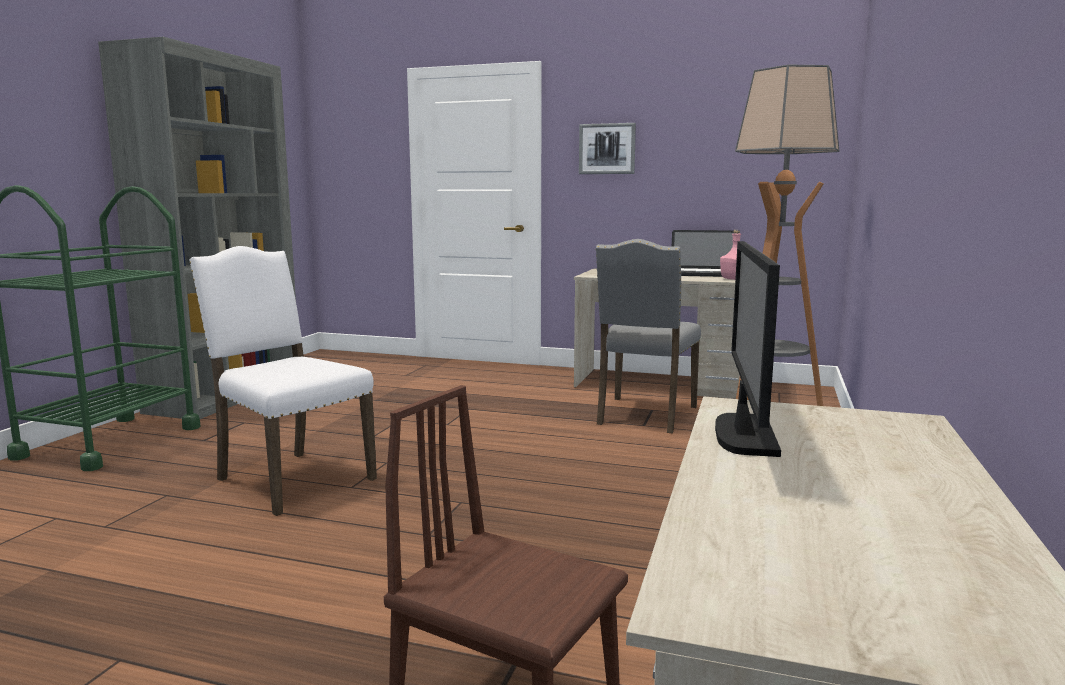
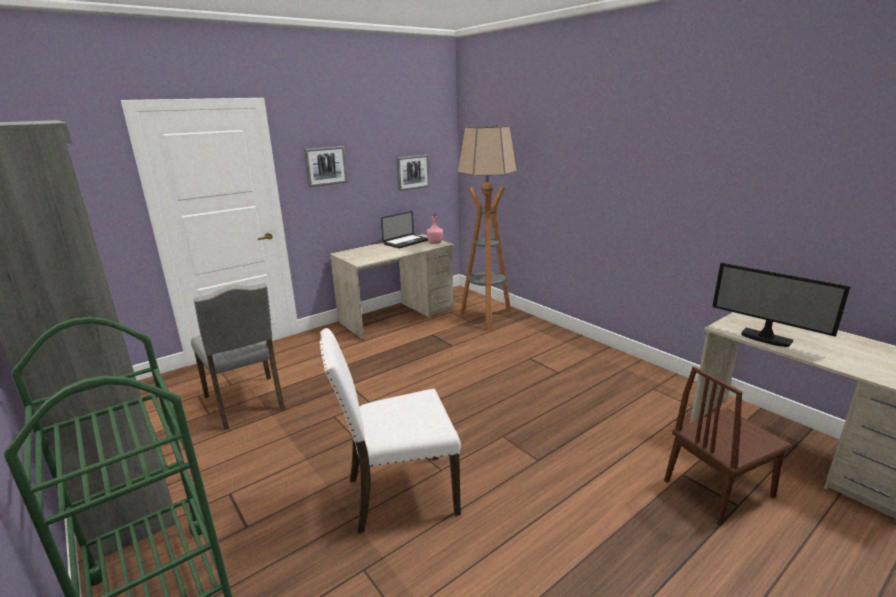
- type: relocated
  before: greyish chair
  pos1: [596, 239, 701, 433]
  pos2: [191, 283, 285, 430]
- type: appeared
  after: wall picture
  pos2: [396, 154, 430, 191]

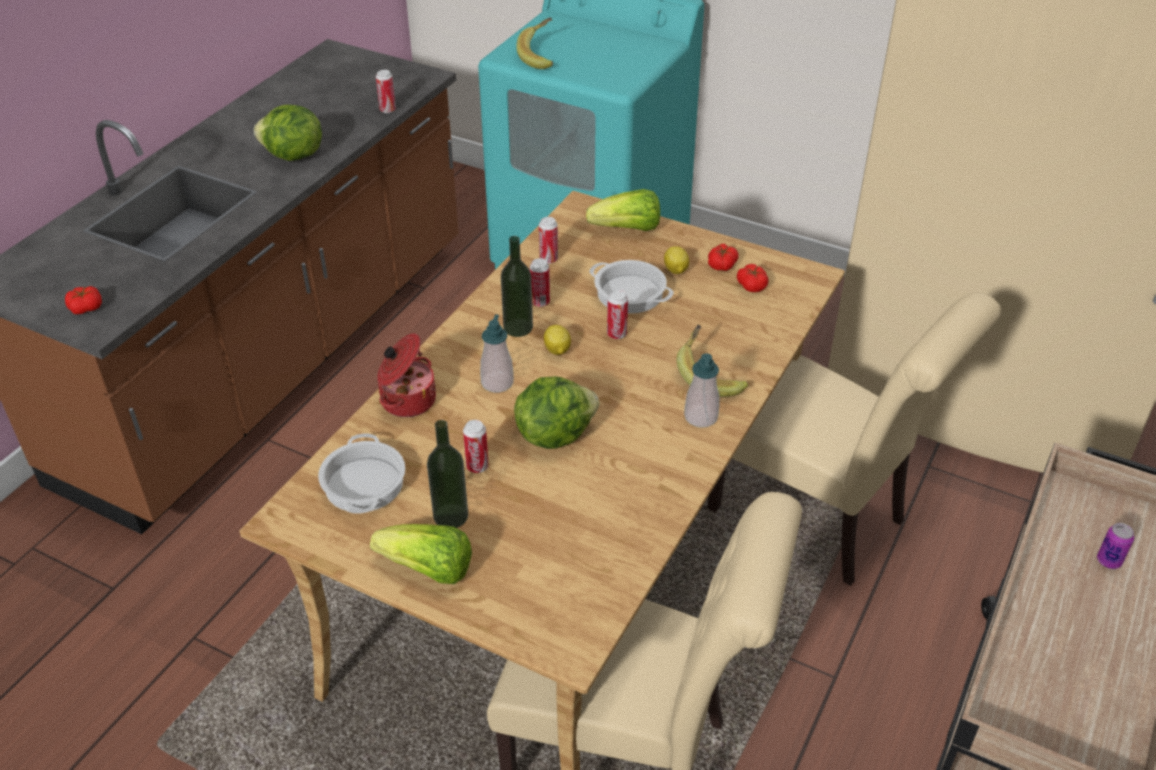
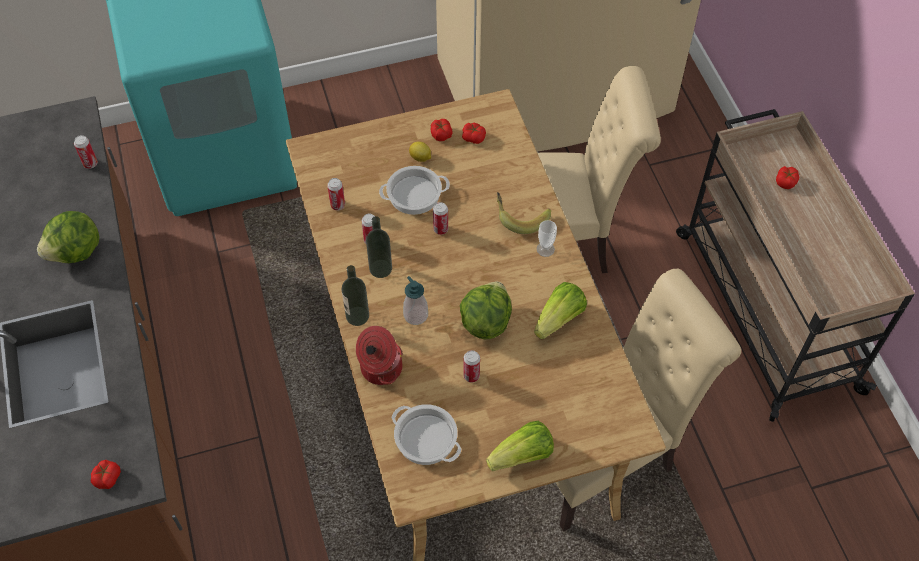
- type: relocated
  before: bottle
  pos1: [427, 420, 468, 528]
  pos2: [341, 265, 369, 326]
- type: missing
  before: whole banana
  pos1: [516, 17, 553, 69]
- type: missing
  before: whole lemon
  pos1: [544, 325, 571, 355]
- type: relocated
  before: lettuce
  pos1: [586, 189, 660, 231]
  pos2: [534, 282, 587, 339]
- type: exchanged
  before: soap bottle
  after: cup
  pos1: [684, 353, 720, 428]
  pos2: [537, 220, 557, 257]
- type: exchanged
  before: can
  after: whole tomato
  pos1: [1097, 523, 1134, 569]
  pos2: [776, 166, 799, 189]

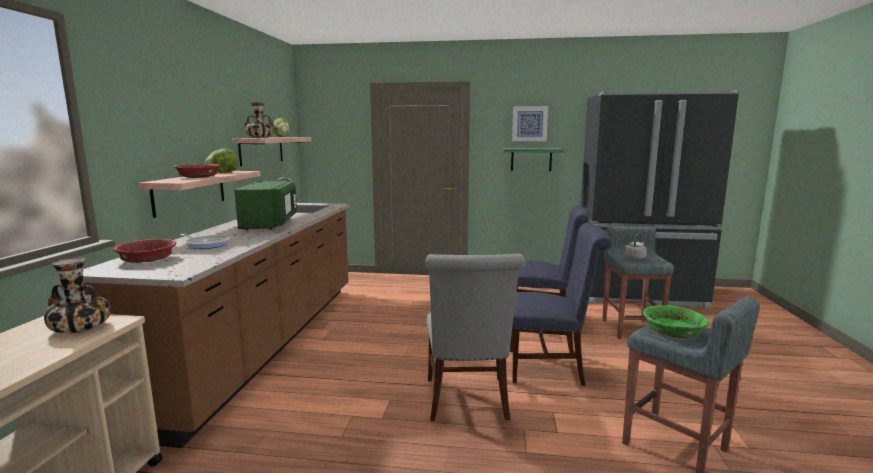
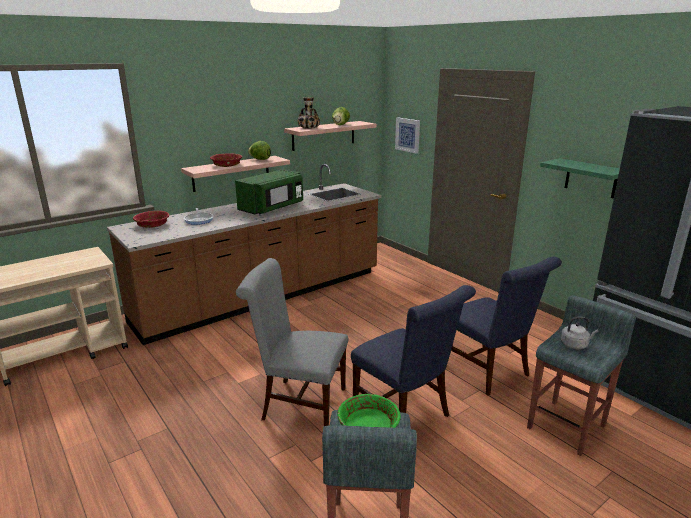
- type: missing
  before: vase
  pos1: [44, 258, 111, 333]
- type: spun
  before: greyish chair
  pos1: [425, 254, 526, 421]
  pos2: [236, 258, 348, 426]
  turn: 60
- type: relocated
  before: wall picture
  pos1: [512, 106, 548, 141]
  pos2: [395, 117, 420, 154]

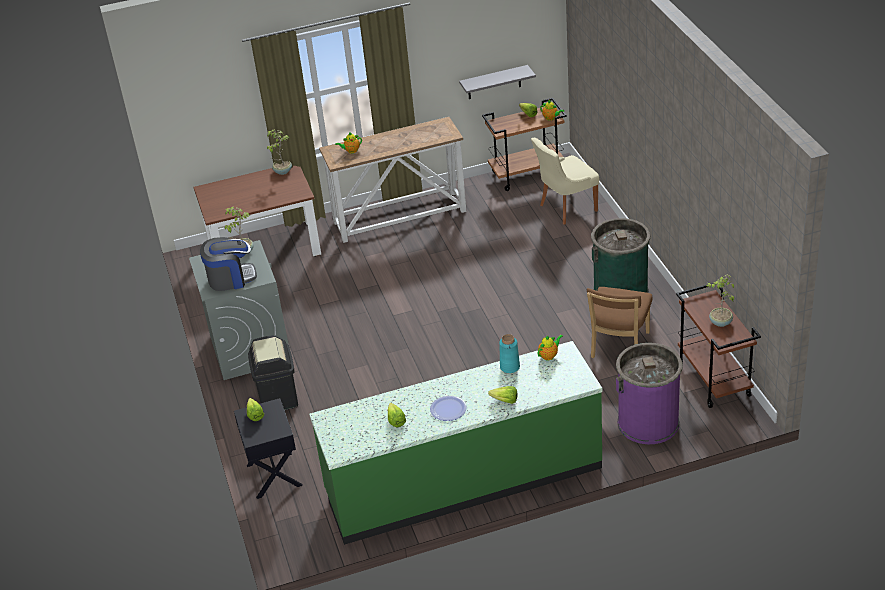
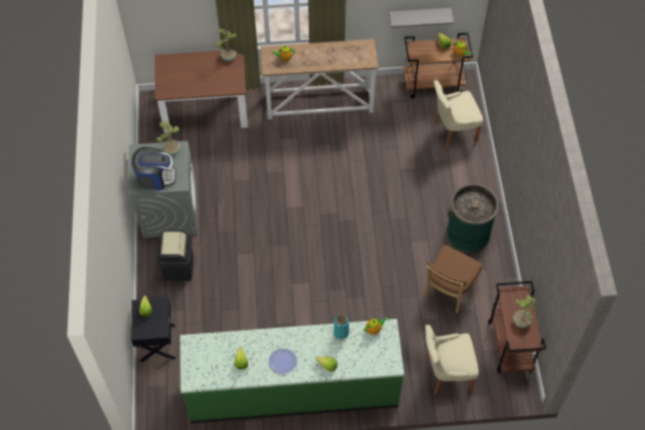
- type: exchanged
  before: purple-coloured rubbish bin
  after: beige-coloured chair
  pos1: [616, 343, 683, 444]
  pos2: [425, 325, 479, 395]

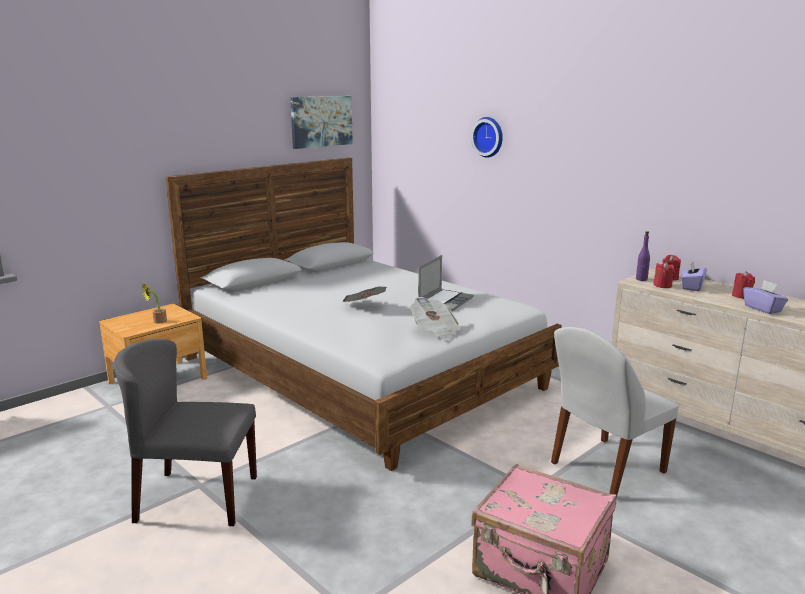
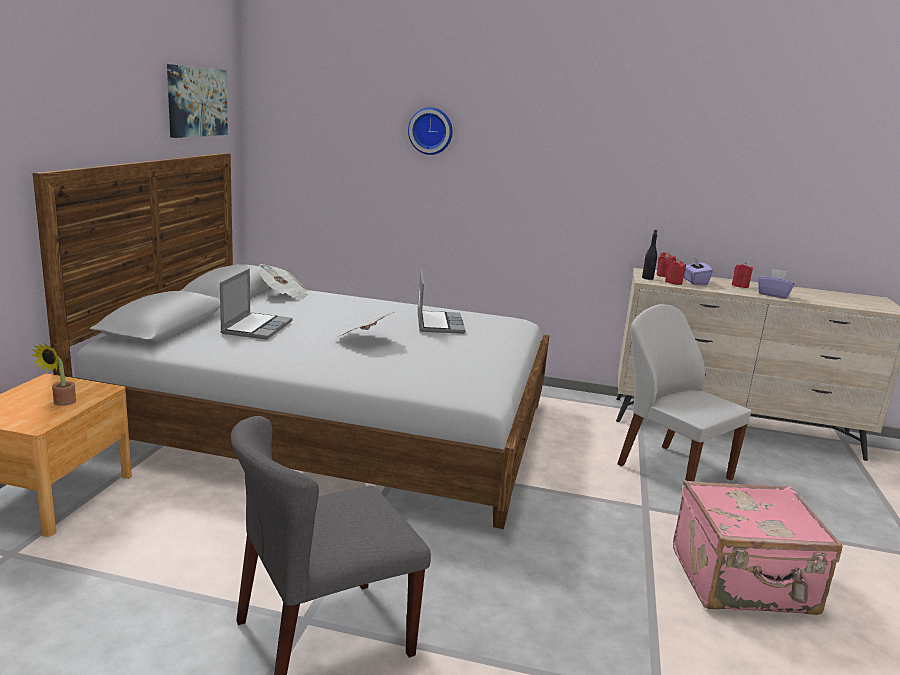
- type: relocated
  before: daily paper
  pos1: [410, 297, 461, 340]
  pos2: [258, 264, 307, 301]
- type: spun
  before: white chair
  pos1: [551, 327, 679, 498]
  pos2: [617, 304, 752, 481]
  turn: 120
- type: colour
  before: purple-coloured bottle
  after: black bottle
  pos1: [636, 231, 650, 281]
  pos2: [642, 230, 657, 280]
- type: appeared
  after: notebook computer
  pos2: [220, 268, 293, 340]

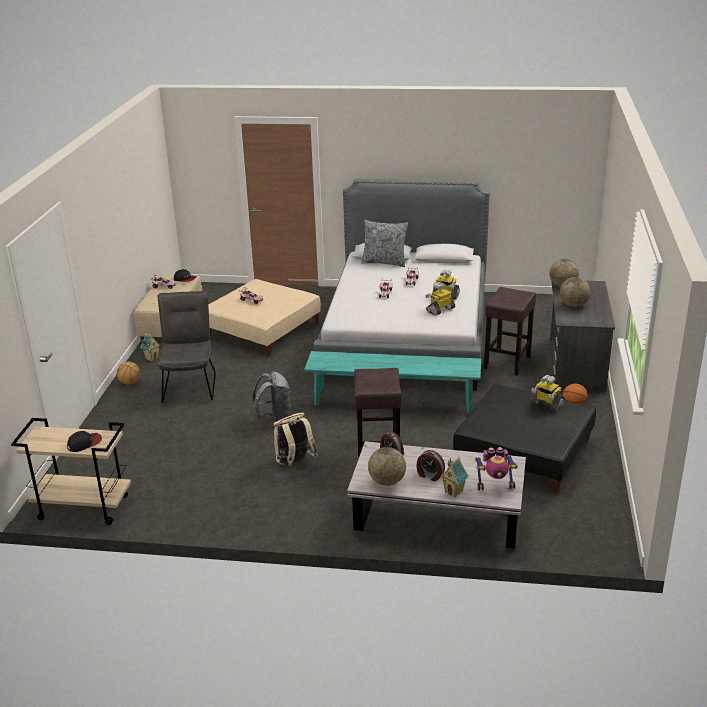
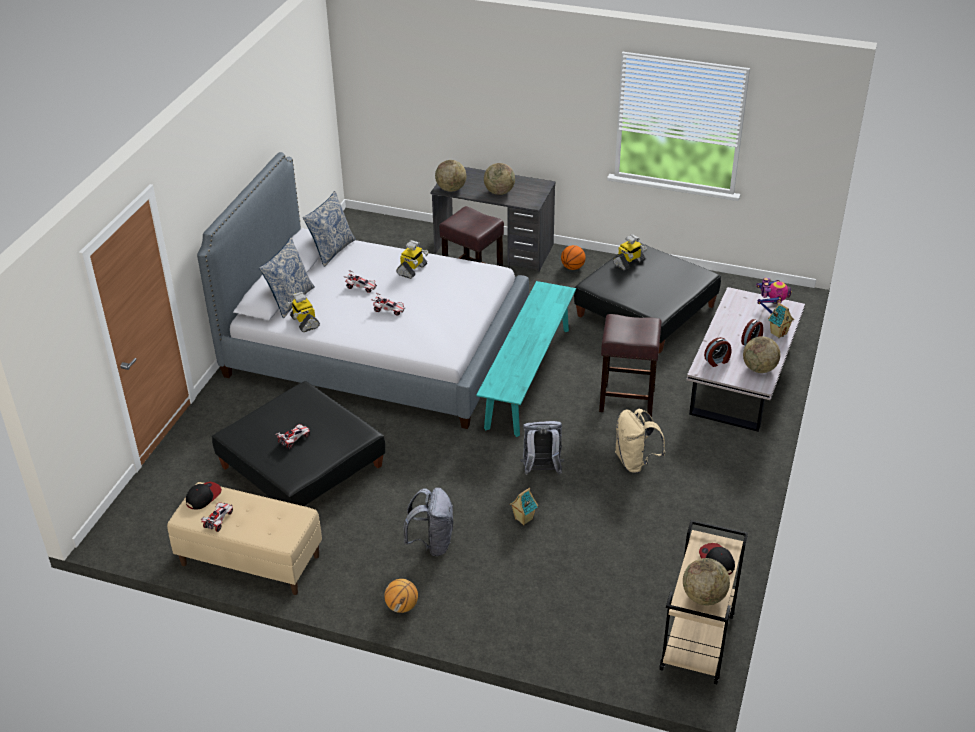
- type: relocated
  before: miniature house
  pos1: [141, 333, 161, 362]
  pos2: [510, 488, 538, 525]
- type: exchanged
  before: greyish chair
  after: greyish knapsack
  pos1: [157, 291, 216, 403]
  pos2: [404, 488, 453, 556]
- type: colour
  before: beige-coloured ottoman
  after: black ottoman
  pos1: [208, 279, 321, 356]
  pos2: [212, 381, 385, 506]
- type: relocated
  before: toy robot
  pos1: [426, 282, 455, 316]
  pos2: [286, 292, 320, 332]
- type: appeared
  after: pillow
  pos2: [303, 191, 356, 267]
- type: appeared
  after: globe
  pos2: [683, 558, 730, 605]

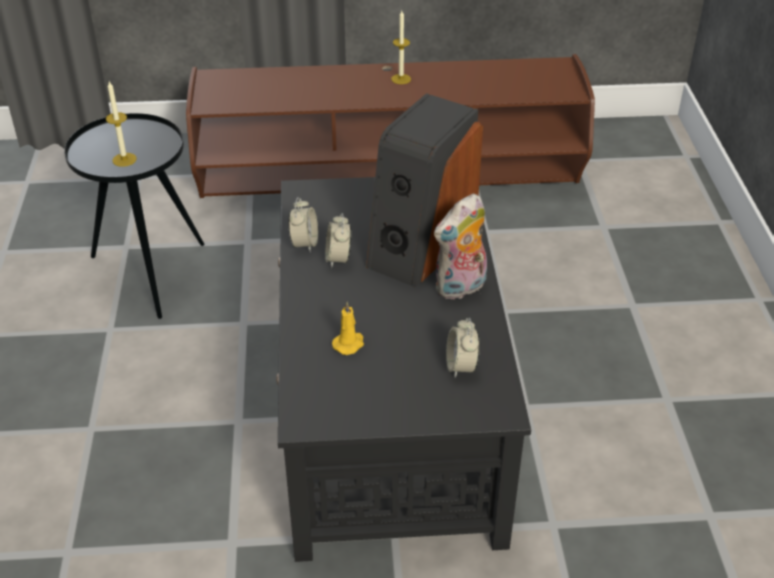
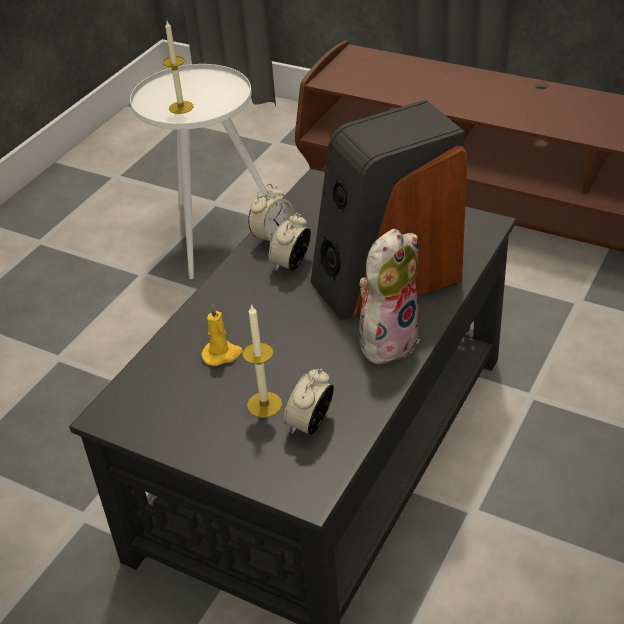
- type: colour
  before: black end table
  after: white end table
  pos1: [64, 113, 204, 319]
  pos2: [130, 64, 270, 279]
- type: relocated
  before: wax candle
  pos1: [391, 11, 411, 84]
  pos2: [242, 304, 282, 418]
- type: spun
  before: plush toy
  pos1: [434, 193, 487, 299]
  pos2: [359, 229, 420, 364]
  turn: 135

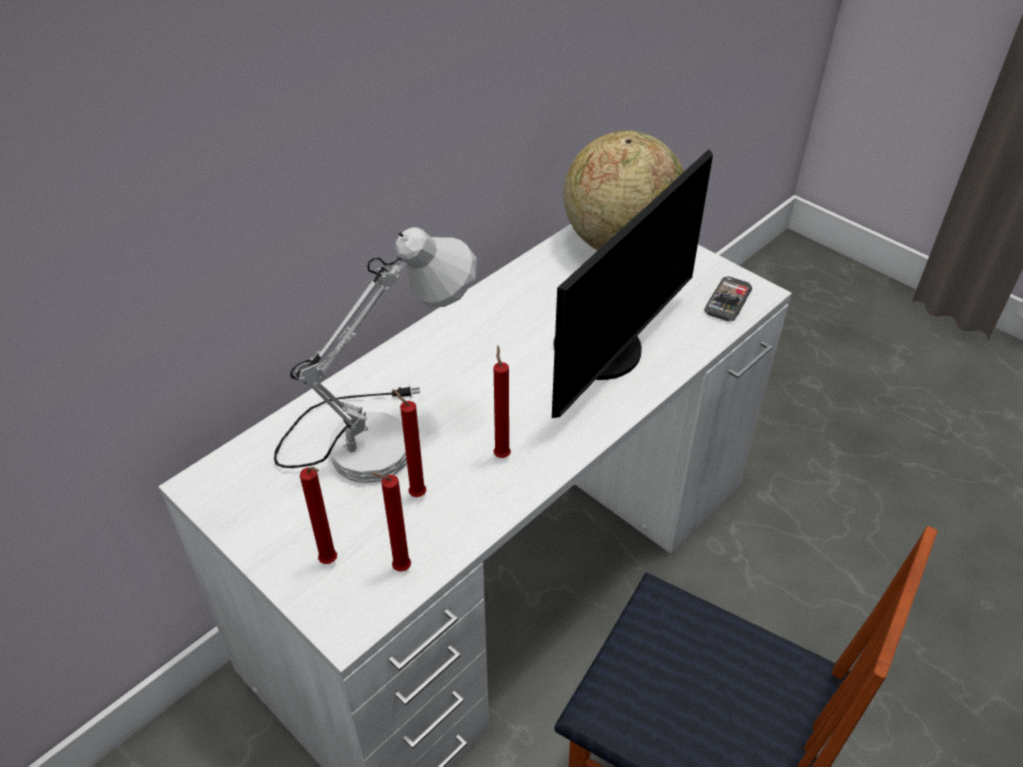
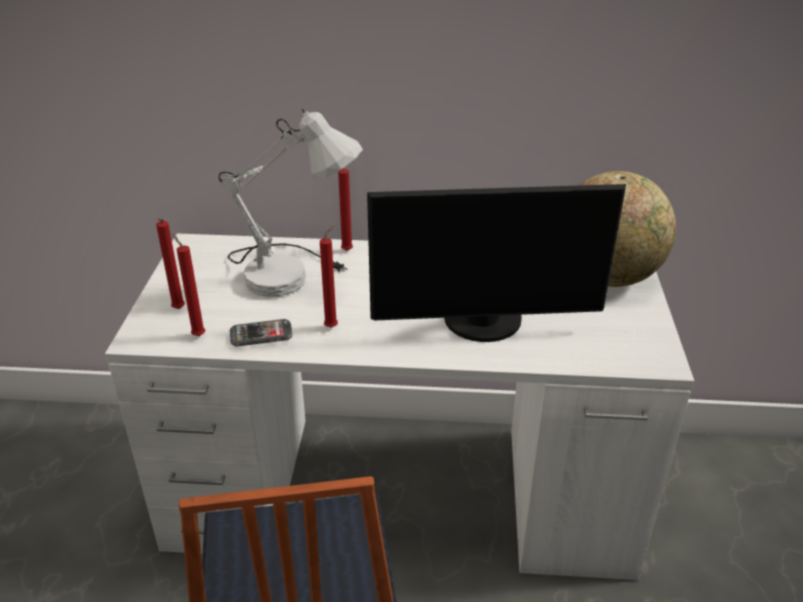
- type: relocated
  before: red-coloured wax candle
  pos1: [393, 389, 426, 497]
  pos2: [338, 168, 353, 251]
- type: relocated
  before: telephone
  pos1: [704, 277, 752, 321]
  pos2: [230, 319, 293, 347]

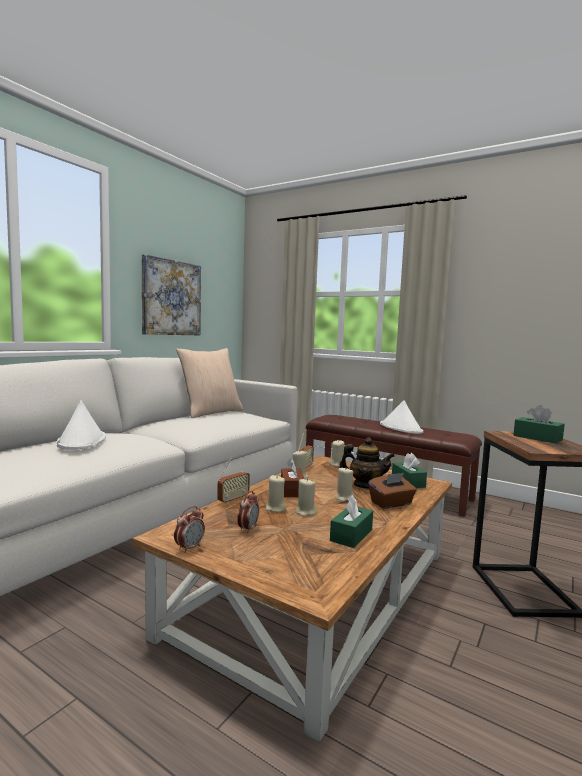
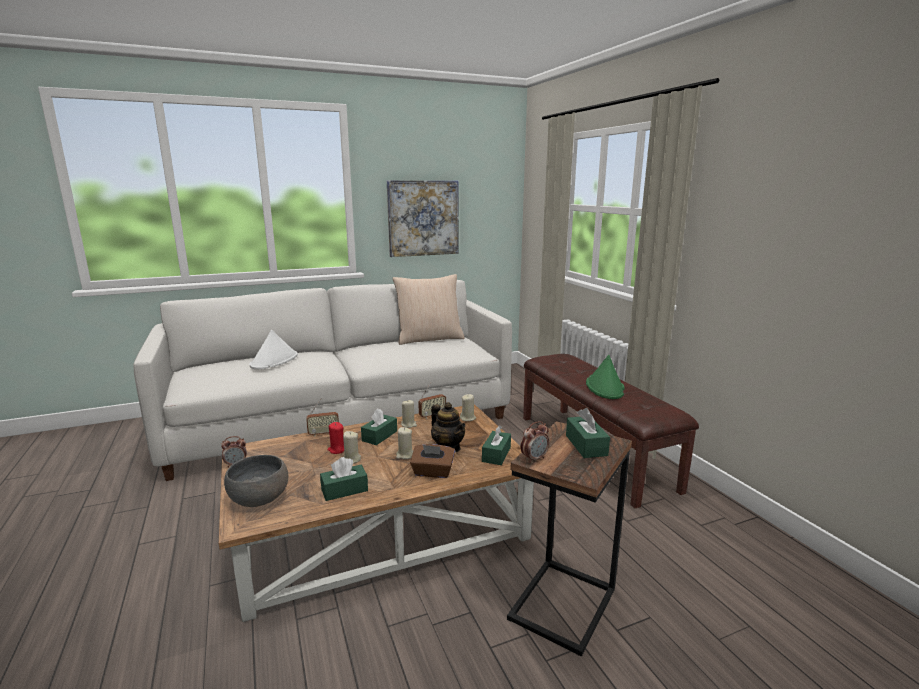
- type: relocated
  before: bedside clock
  pos1: [237, 491, 259, 533]
  pos2: [520, 421, 549, 463]
- type: colour
  before: beige-coloured wax candle
  after: red-coloured wax candle
  pos1: [265, 475, 286, 512]
  pos2: [328, 422, 344, 454]
- type: colour
  before: brownish tissue holder
  after: green-coloured tissue holder
  pos1: [281, 458, 304, 497]
  pos2: [361, 408, 397, 445]
- type: colour
  before: white clothing hat
  after: green-coloured clothing hat
  pos1: [380, 400, 423, 434]
  pos2: [586, 355, 625, 399]
- type: appeared
  after: greyish serving bowl
  pos2: [224, 455, 288, 507]

